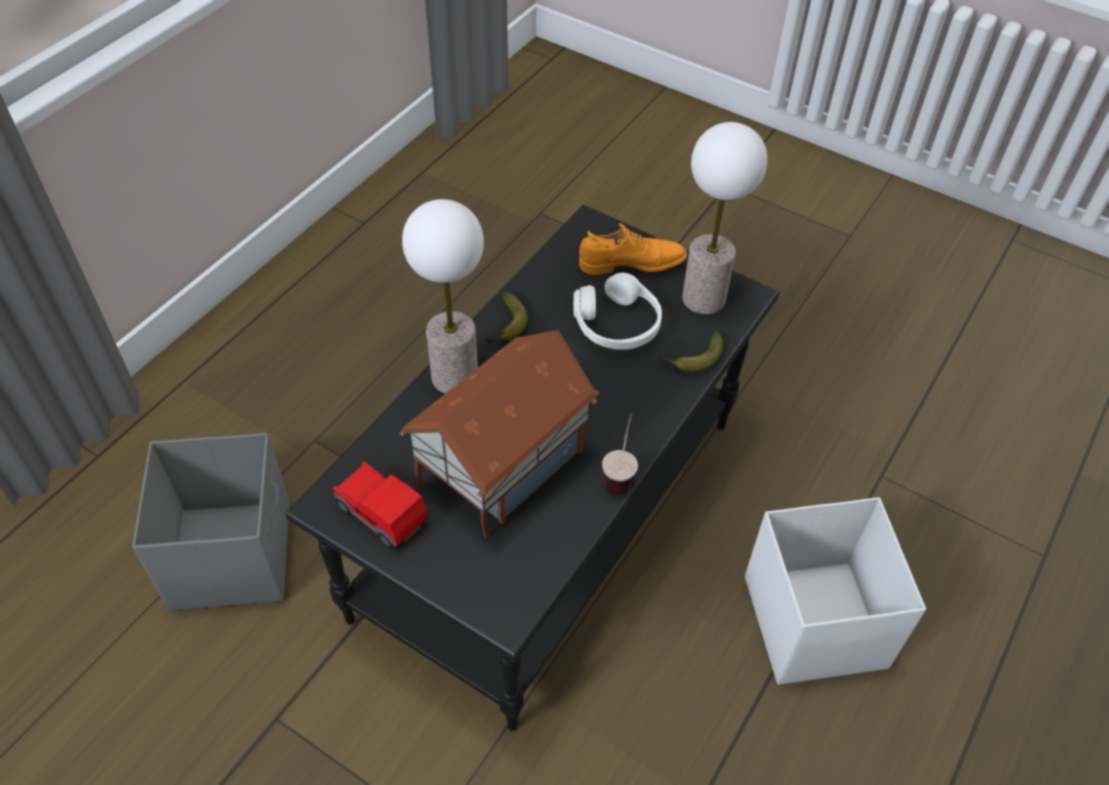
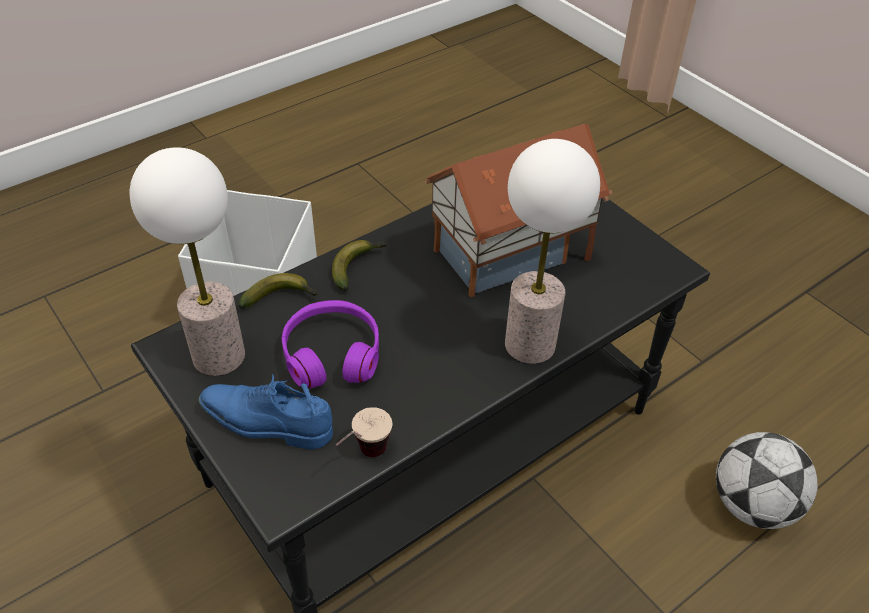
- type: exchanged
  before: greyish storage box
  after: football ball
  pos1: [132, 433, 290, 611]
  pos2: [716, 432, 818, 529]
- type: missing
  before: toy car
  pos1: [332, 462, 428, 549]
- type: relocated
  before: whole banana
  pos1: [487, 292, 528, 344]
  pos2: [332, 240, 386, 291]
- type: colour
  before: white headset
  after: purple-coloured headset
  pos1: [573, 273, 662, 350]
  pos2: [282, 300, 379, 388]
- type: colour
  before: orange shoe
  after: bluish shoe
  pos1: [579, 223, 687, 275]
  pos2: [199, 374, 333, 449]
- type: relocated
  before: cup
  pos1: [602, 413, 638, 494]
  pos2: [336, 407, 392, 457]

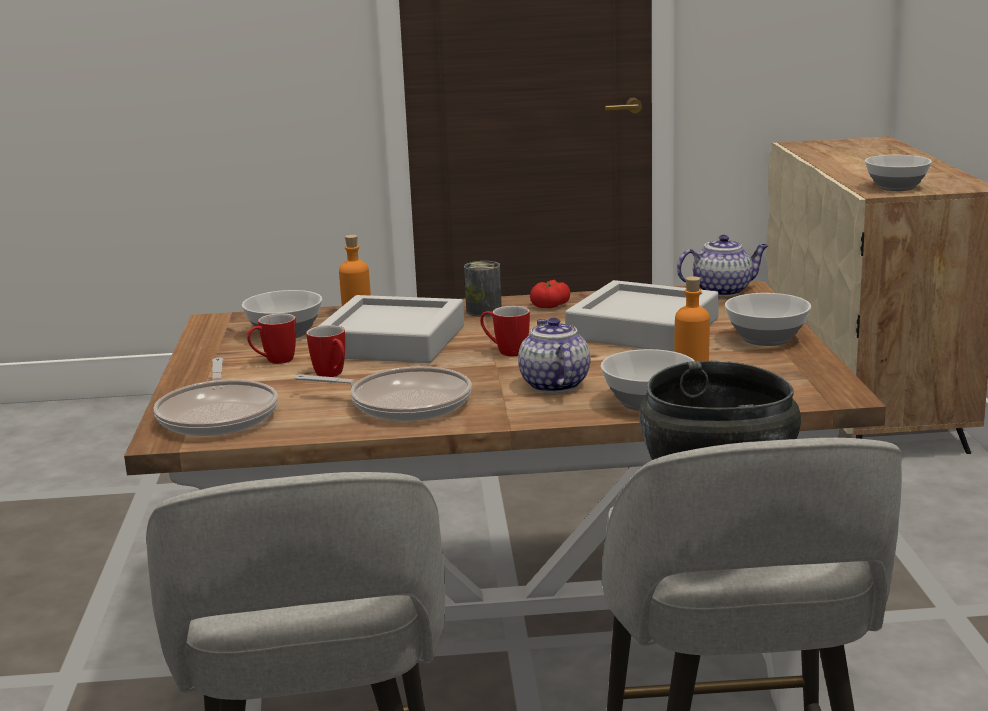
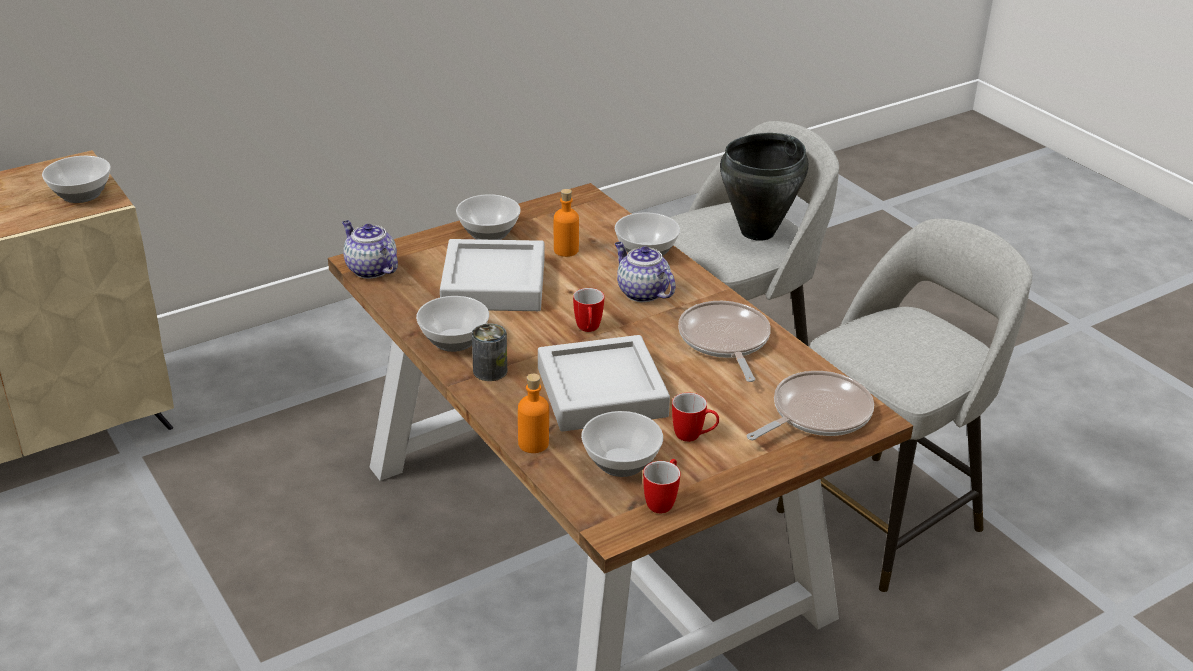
- type: relocated
  before: tea mug
  pos1: [306, 325, 345, 377]
  pos2: [643, 459, 681, 513]
- type: spun
  before: pot for tea
  pos1: [518, 318, 590, 393]
  pos2: [615, 242, 676, 302]
  turn: 90
- type: exchanged
  before: whole tomato
  after: serving bowl
  pos1: [530, 280, 570, 308]
  pos2: [416, 296, 489, 352]

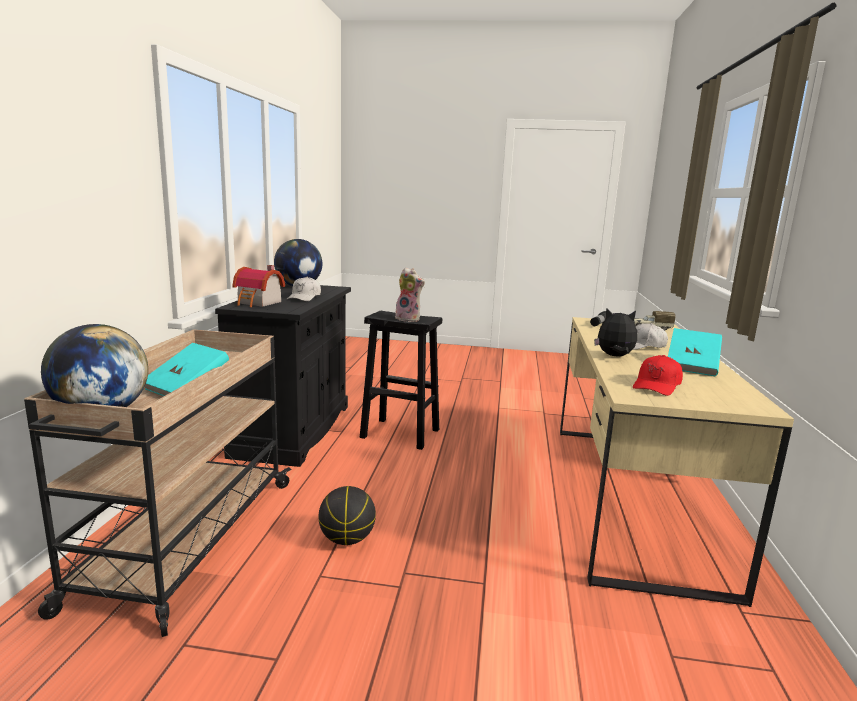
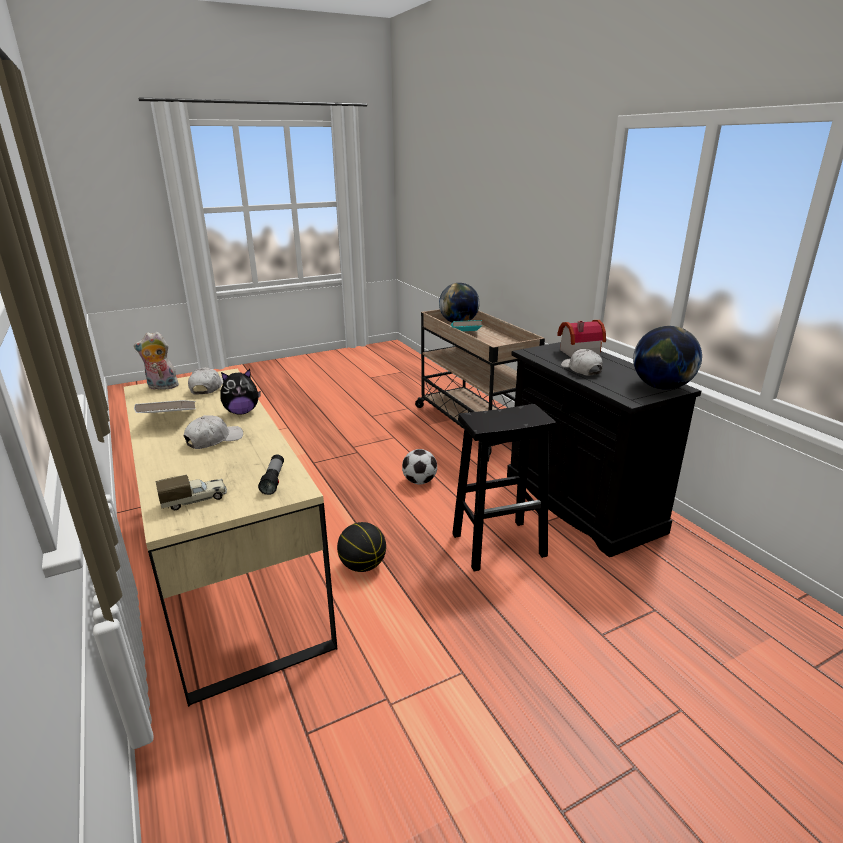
- type: relocated
  before: basketball
  pos1: [318, 486, 376, 545]
  pos2: [337, 522, 386, 572]
- type: relocated
  before: plush toy
  pos1: [395, 267, 425, 322]
  pos2: [134, 332, 179, 390]
- type: colour
  before: red-coloured cap
  after: white cap
  pos1: [633, 355, 683, 396]
  pos2: [188, 367, 223, 394]
- type: colour
  before: blue-green bound book
  after: white bound book
  pos1: [668, 328, 722, 376]
  pos2: [134, 400, 195, 413]
- type: appeared
  after: football ball
  pos2: [402, 449, 437, 485]

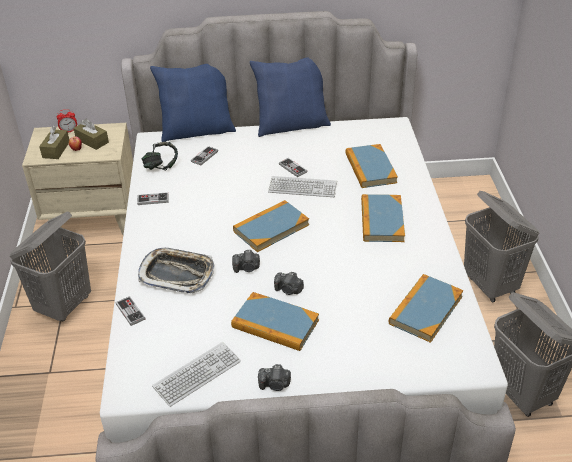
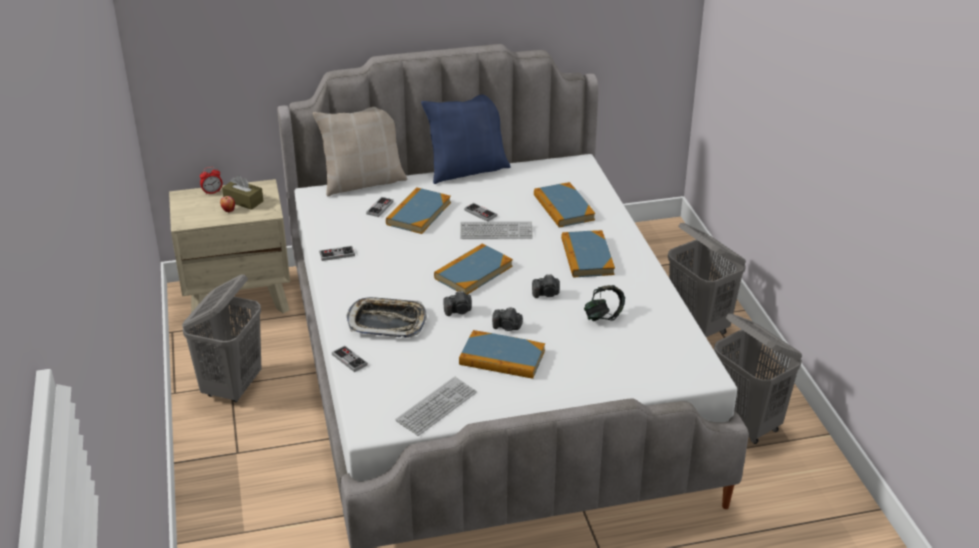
- type: missing
  before: brownish tissue holder
  pos1: [39, 126, 69, 159]
- type: relocated
  before: headset
  pos1: [142, 142, 178, 170]
  pos2: [584, 285, 625, 321]
- type: colour
  before: bluish pillow
  after: beige-coloured pillow
  pos1: [150, 64, 236, 142]
  pos2: [313, 107, 407, 196]
- type: relocated
  before: photo camera
  pos1: [258, 364, 291, 391]
  pos2: [532, 274, 560, 298]
- type: relocated
  before: bound book
  pos1: [389, 274, 463, 343]
  pos2: [386, 187, 451, 234]

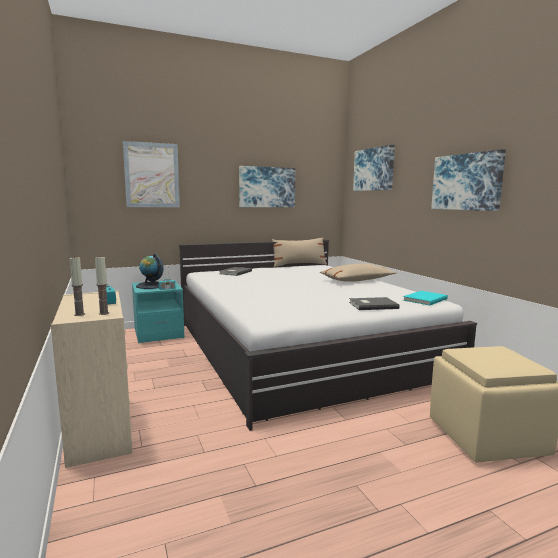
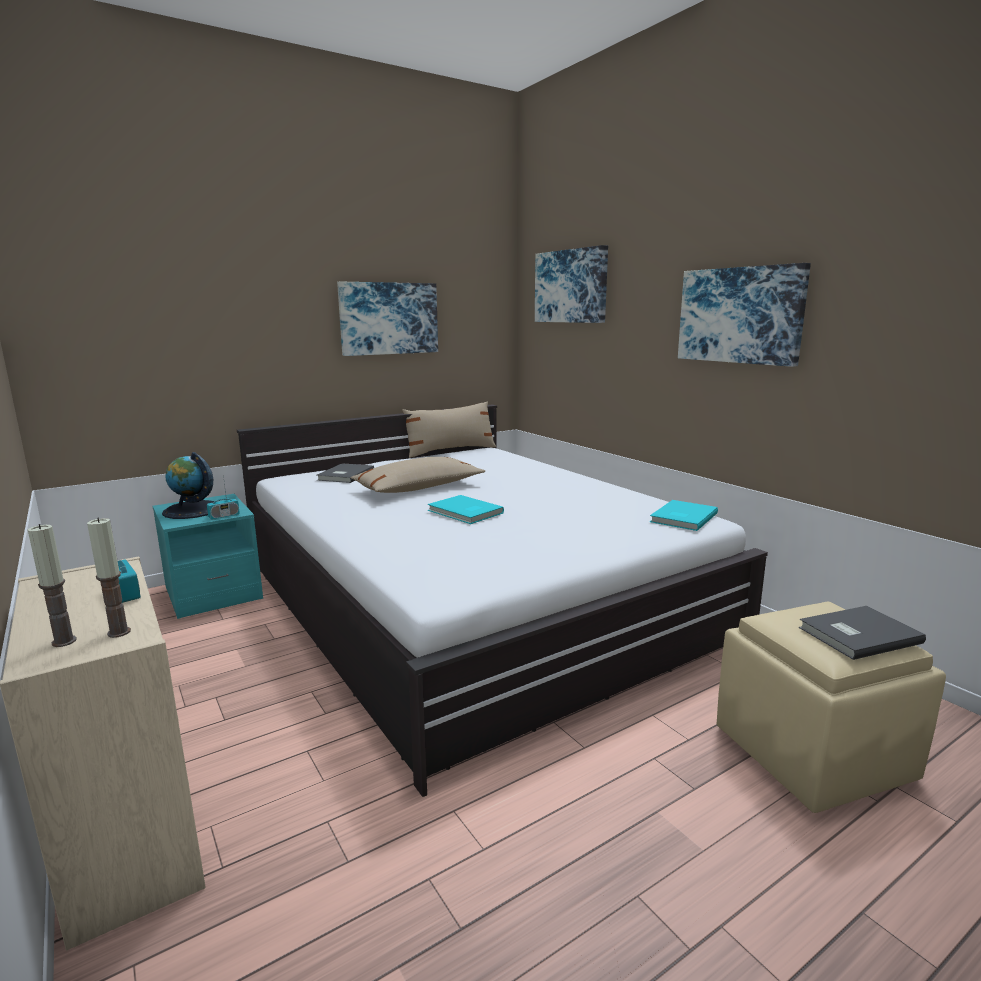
- type: missing
  before: wall picture
  pos1: [123, 141, 180, 207]
- type: relocated
  before: beige-coloured pillow
  pos1: [320, 264, 397, 282]
  pos2: [351, 457, 485, 493]
- type: relocated
  before: greyish bound book
  pos1: [349, 297, 400, 310]
  pos2: [799, 606, 926, 660]
- type: appeared
  after: blue-green bound book
  pos2: [428, 495, 504, 524]

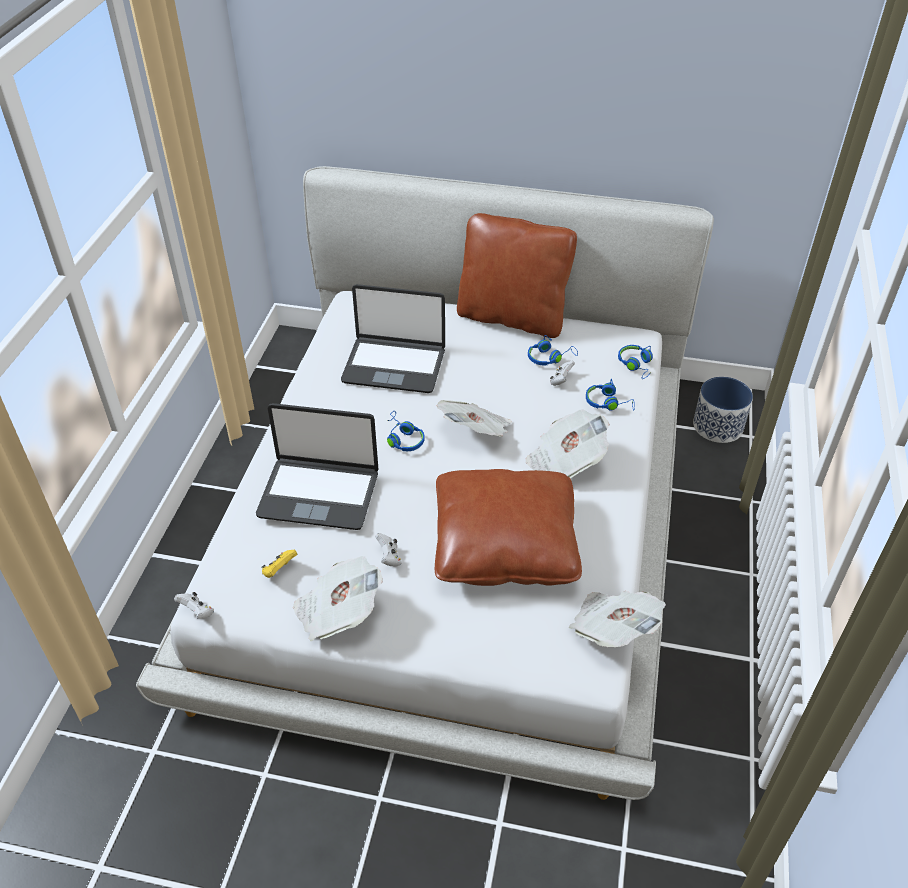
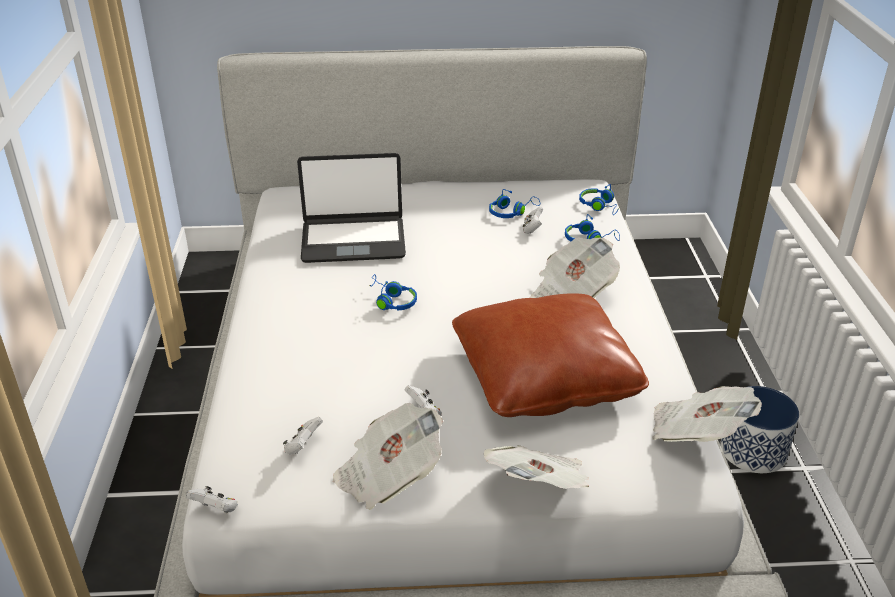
- type: missing
  before: notebook computer
  pos1: [256, 403, 379, 530]
- type: colour
  before: yellow-coloured joypad
  after: white joypad
  pos1: [261, 550, 297, 578]
  pos2: [283, 417, 323, 455]
- type: relocated
  before: daily paper
  pos1: [437, 400, 512, 437]
  pos2: [483, 445, 589, 489]
- type: missing
  before: brownish pillow
  pos1: [457, 213, 577, 338]
- type: relocated
  before: plant pot
  pos1: [693, 377, 753, 443]
  pos2: [720, 386, 799, 473]

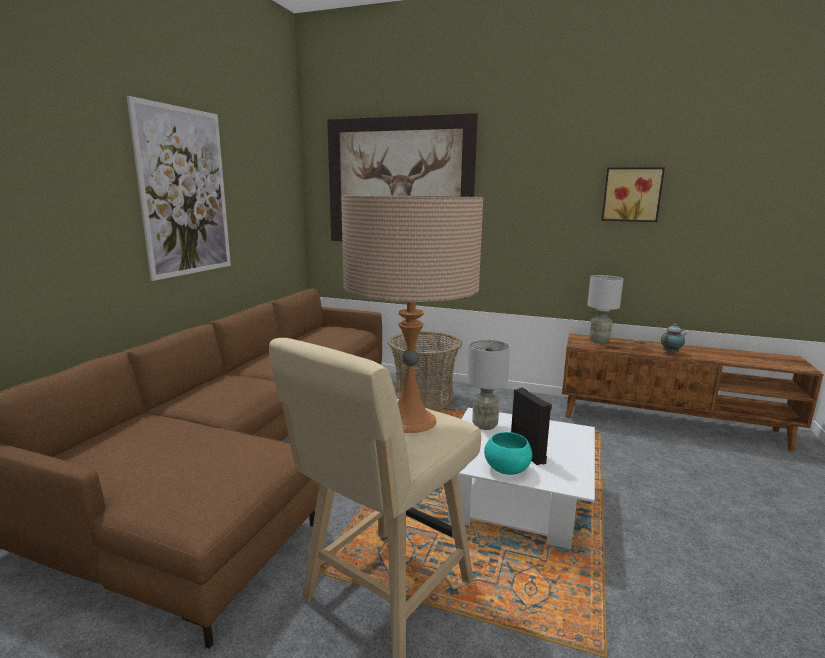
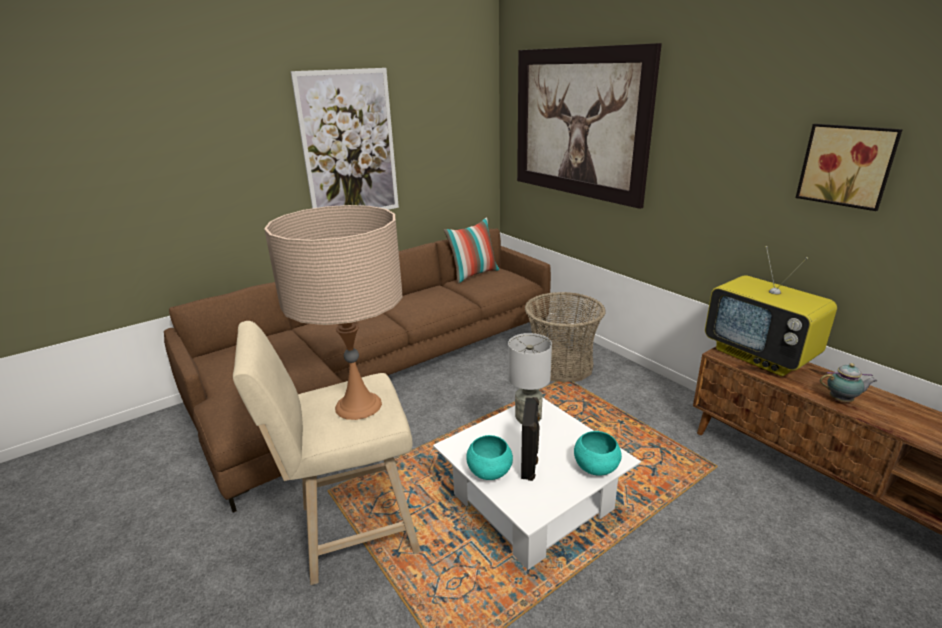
- type: exchanged
  before: greyish lamp for a table
  after: television
  pos1: [587, 275, 623, 344]
  pos2: [705, 246, 837, 376]
- type: appeared
  after: pillow
  pos2: [444, 217, 500, 284]
- type: appeared
  after: blue-green serving bowl
  pos2: [574, 431, 622, 476]

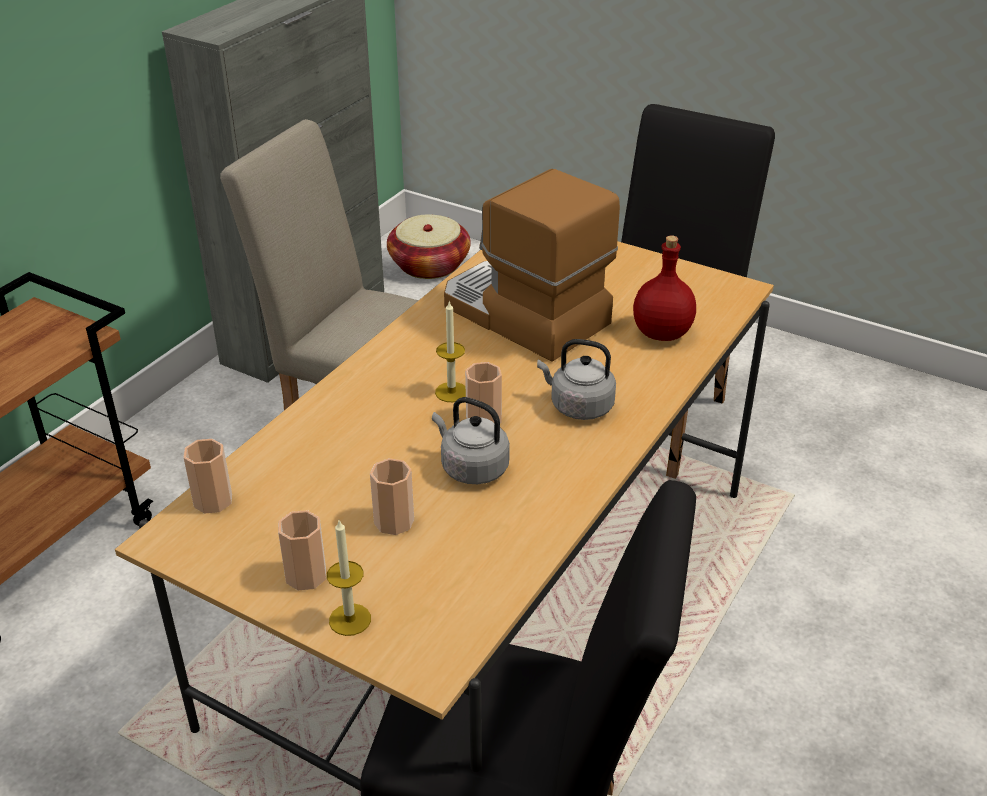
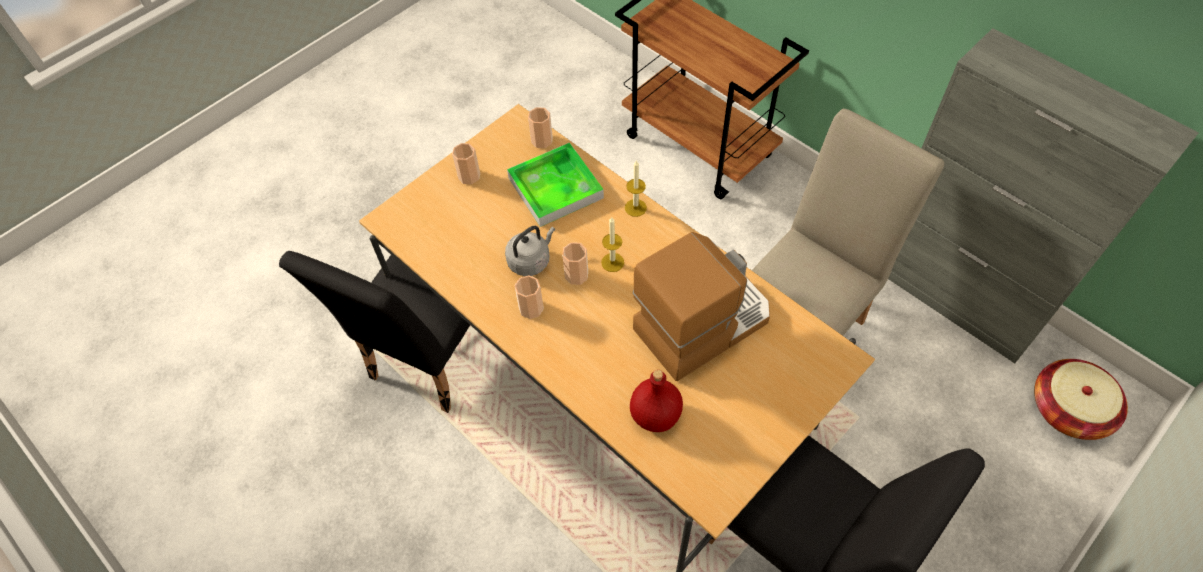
- type: relocated
  before: wax candle
  pos1: [327, 520, 371, 636]
  pos2: [625, 160, 647, 217]
- type: relocated
  before: cup
  pos1: [370, 458, 414, 535]
  pos2: [515, 275, 544, 319]
- type: missing
  before: greyish tea kettle
  pos1: [537, 339, 616, 420]
- type: appeared
  after: tray
  pos2: [507, 142, 604, 227]

